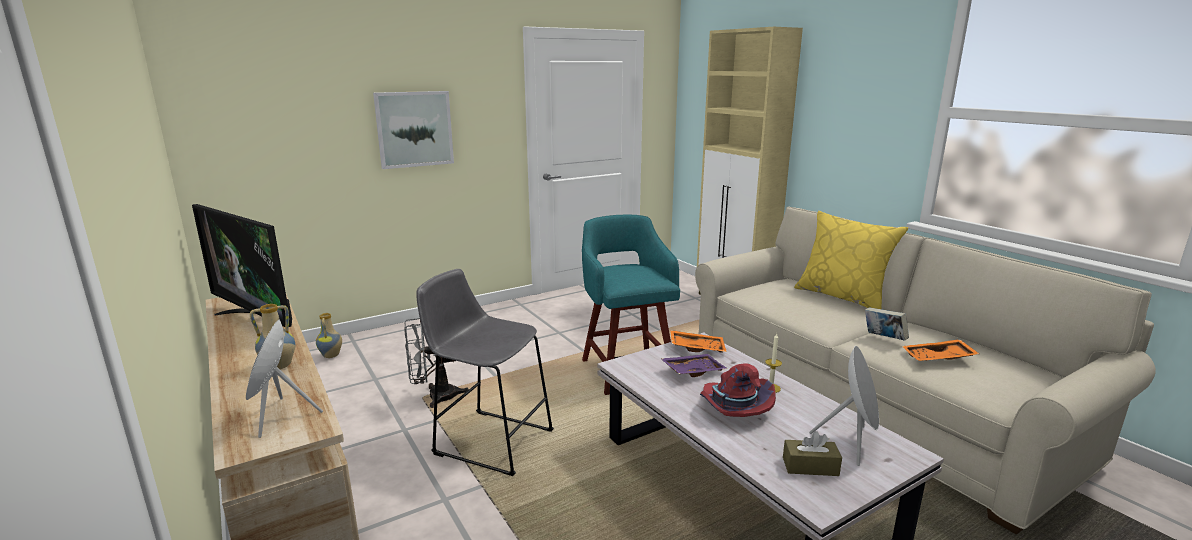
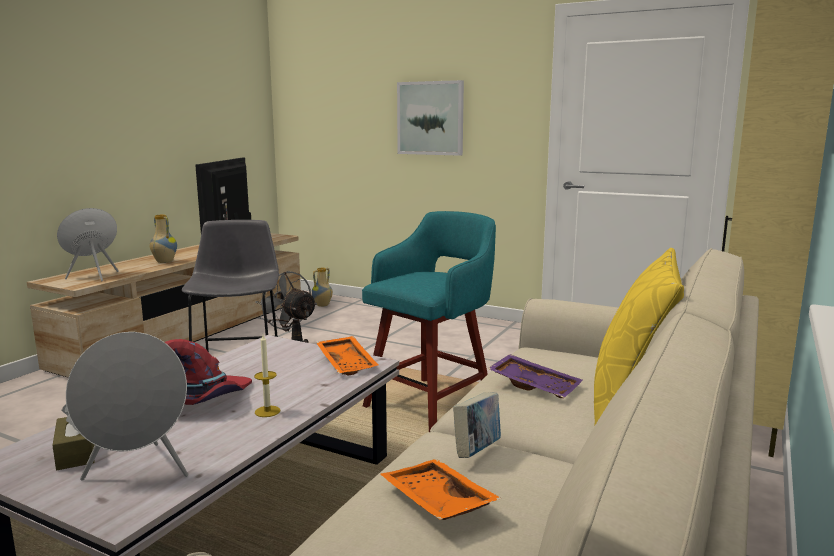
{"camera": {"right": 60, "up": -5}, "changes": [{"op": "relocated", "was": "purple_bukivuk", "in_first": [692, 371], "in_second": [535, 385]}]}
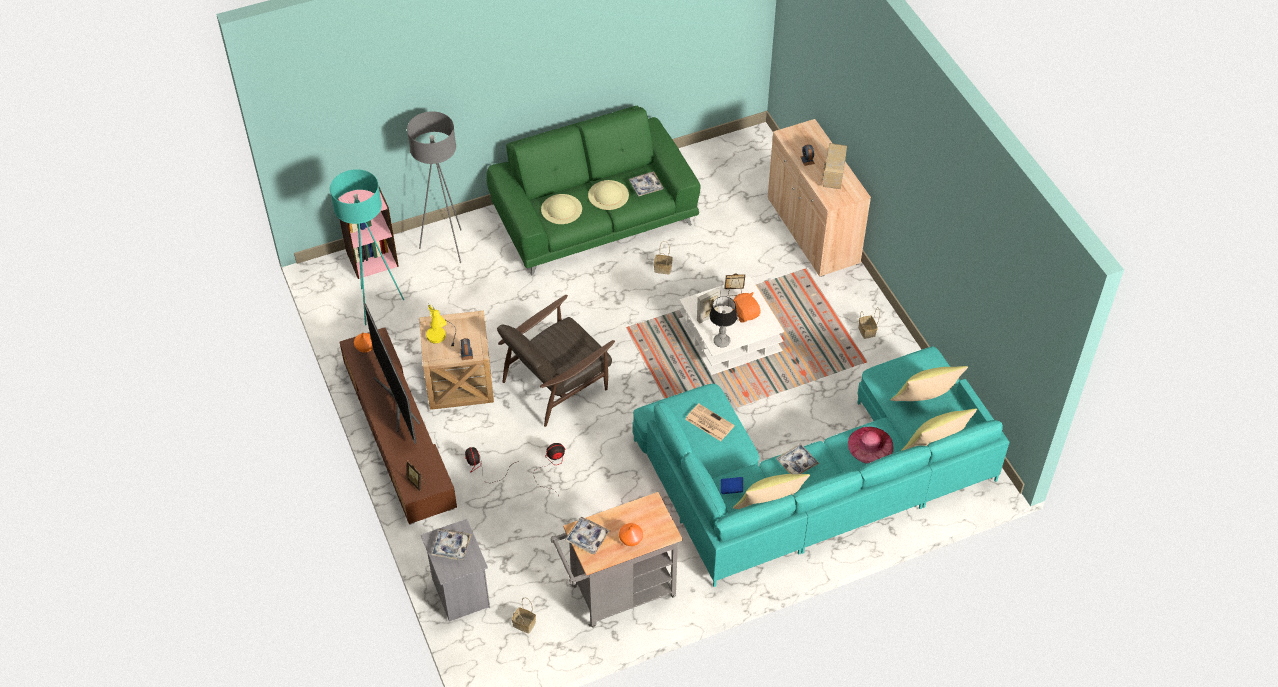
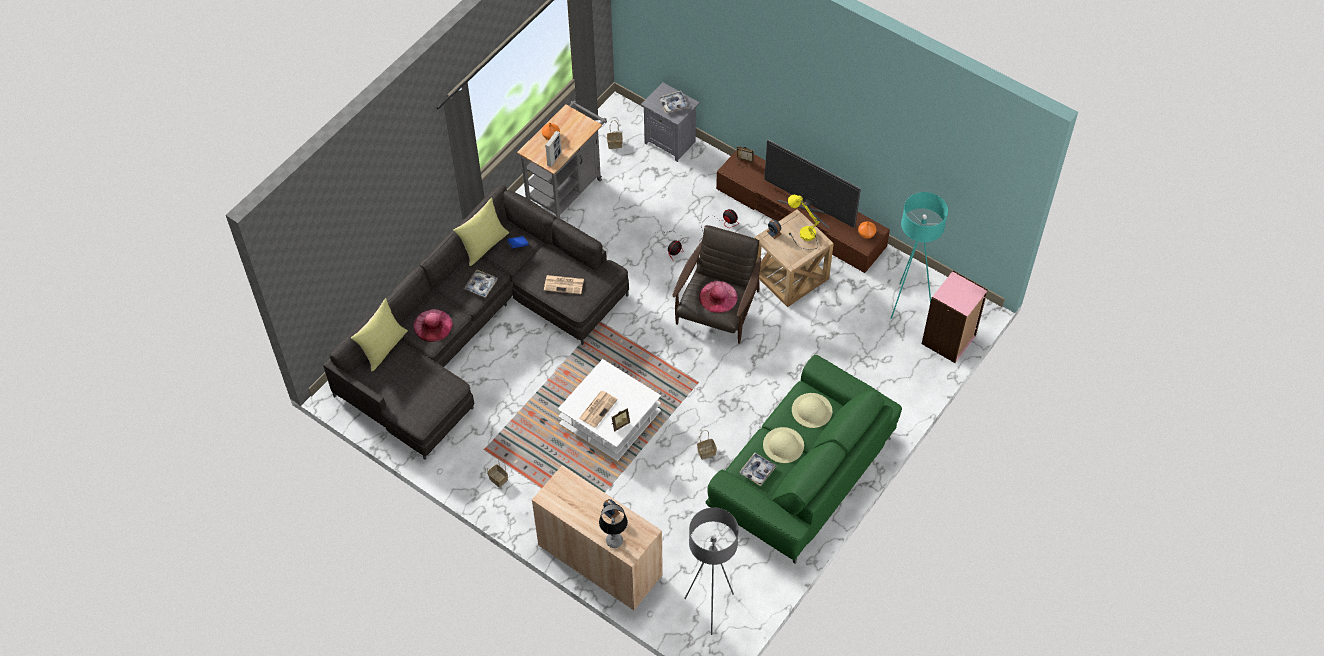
{"camera": {"right": 150, "up": 5}, "changes": [{"op": "colour", "was": "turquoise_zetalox", "now": "grey_zetalox", "in_first": [814, 479], "in_second": [475, 330]}, {"op": "relocated", "was": "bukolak", "in_first": [707, 317], "in_second": [554, 159]}, {"op": "exchanged", "was": "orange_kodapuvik", "now": "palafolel", "in_first": [745, 314], "in_second": [598, 408]}, {"op": "relocated", "was": "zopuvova", "in_first": [721, 342], "in_second": [614, 540]}, {"op": "relocated", "was": "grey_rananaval", "in_first": [446, 247], "in_second": [710, 608]}, {"op": "appeared", "now": "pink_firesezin", "in_second": [718, 297]}, {"op": "missing", "was": "bukivuk", "in_first": [587, 538]}, {"op": "missing", "was": "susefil", "in_first": [833, 176]}, {"op": "missing", "was": "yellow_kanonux", "in_first": [924, 400]}]}
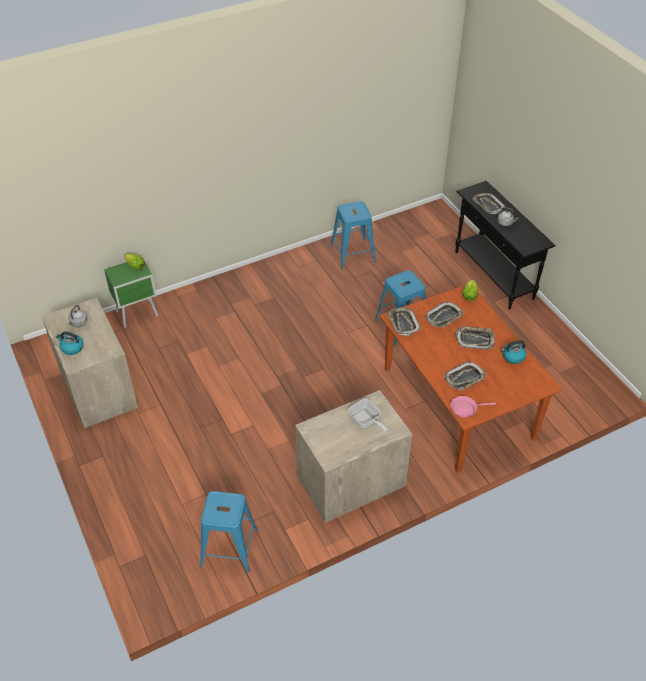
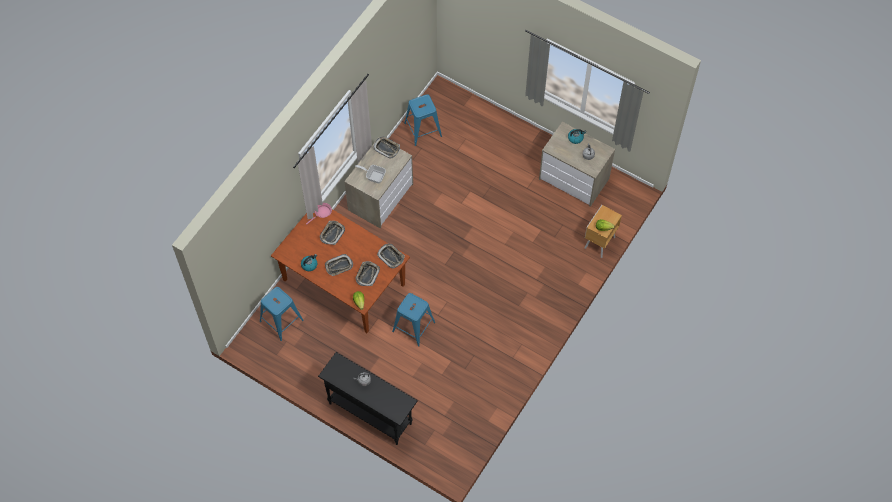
{"camera": {"right": 150, "up": 15}, "changes": [{"op": "relocated", "was": "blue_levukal", "in_first": [352, 254], "in_second": [281, 321]}, {"op": "relocated", "was": "bukivuk", "in_first": [488, 205], "in_second": [387, 148]}, {"op": "colour", "was": "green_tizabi", "now": "brown_tizabi", "in_first": [138, 314], "in_second": [599, 243]}]}
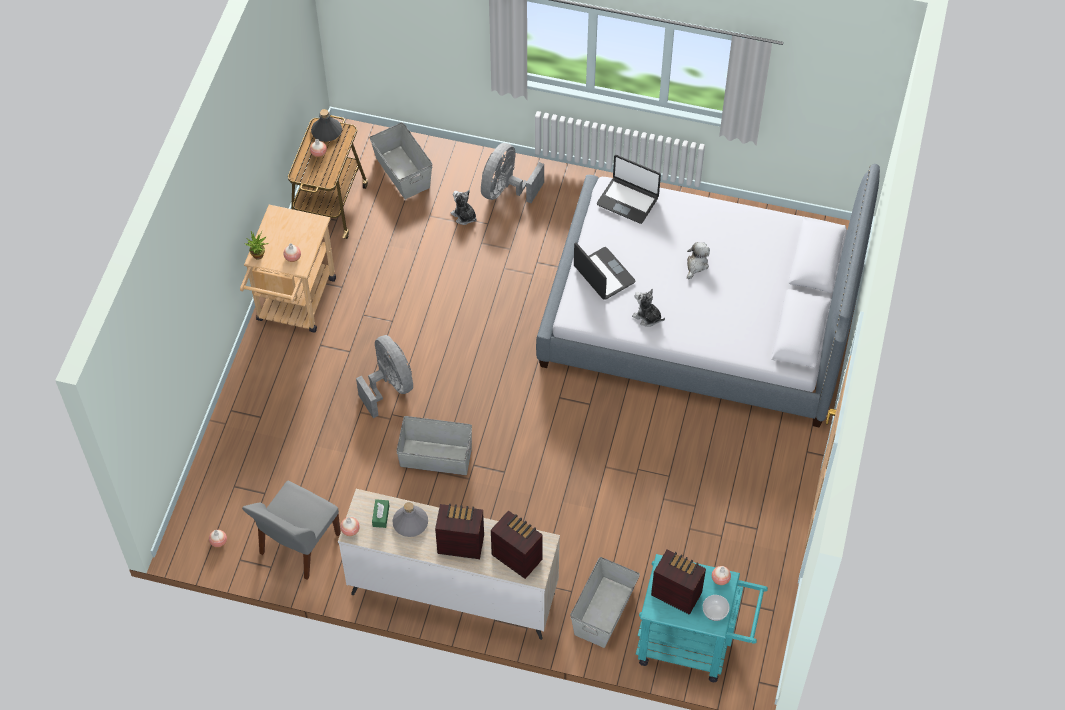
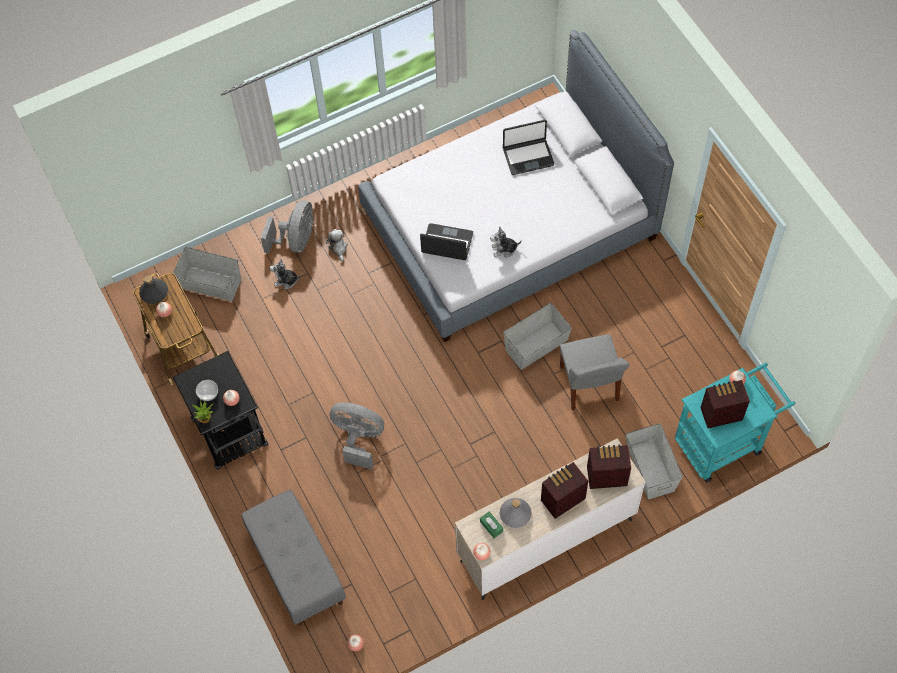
{"camera": {"right": -40, "up": 5}, "changes": [{"op": "colour", "was": "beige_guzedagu", "now": "black_guzedagu", "in_first": [294, 305], "in_second": [233, 437]}, {"op": "relocated", "was": "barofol", "in_first": [714, 612], "in_second": [208, 394]}, {"op": "appeared", "now": "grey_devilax", "in_second": [296, 567]}, {"op": "spun", "was": "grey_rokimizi", "in_first": [506, 190], "in_second": [296, 240], "clockwise": -150}, {"op": "relocated", "was": "kodapuvik", "in_first": [696, 265], "in_second": [338, 248]}, {"op": "relocated", "was": "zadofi", "in_first": [628, 200], "in_second": [528, 156]}, {"op": "relocated", "was": "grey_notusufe", "in_first": [436, 457], "in_second": [537, 345]}, {"op": "relocated", "was": "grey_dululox", "in_first": [298, 545], "in_second": [589, 385]}]}
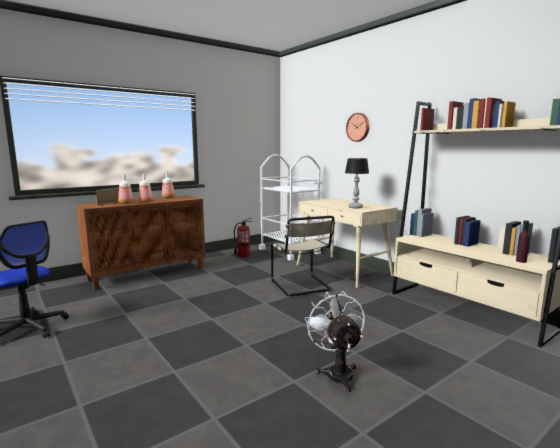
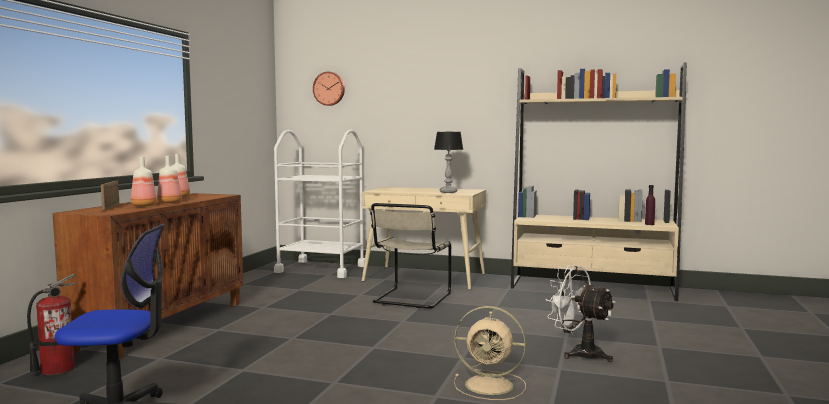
{"camera": {"right": -35, "up": -5}, "changes": [{"op": "relocated", "was": "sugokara", "in_first": [243, 255], "in_second": [57, 369]}, {"op": "relocated", "was": "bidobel", "in_first": [358, 127], "in_second": [329, 88]}, {"op": "spun", "was": "beige_dululox", "in_first": [301, 286], "in_second": [411, 299], "clockwise": 75}, {"op": "appeared", "now": "beige_rokimizi", "in_second": [491, 385]}]}
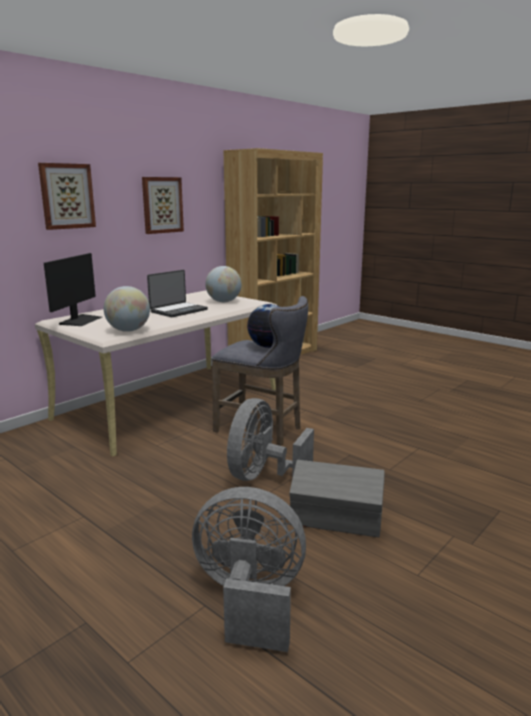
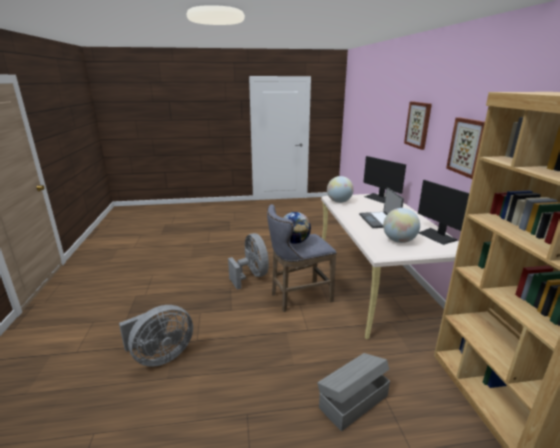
{"camera": {"right": 130, "up": 5}, "changes": [{"op": "relocated", "was": "grey_rokimizi", "in_first": [249, 600], "in_second": [160, 356]}, {"op": "relocated", "was": "grey_notusufe", "in_first": [337, 520], "in_second": [352, 401]}, {"op": "appeared", "now": "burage", "in_second": [437, 236]}]}
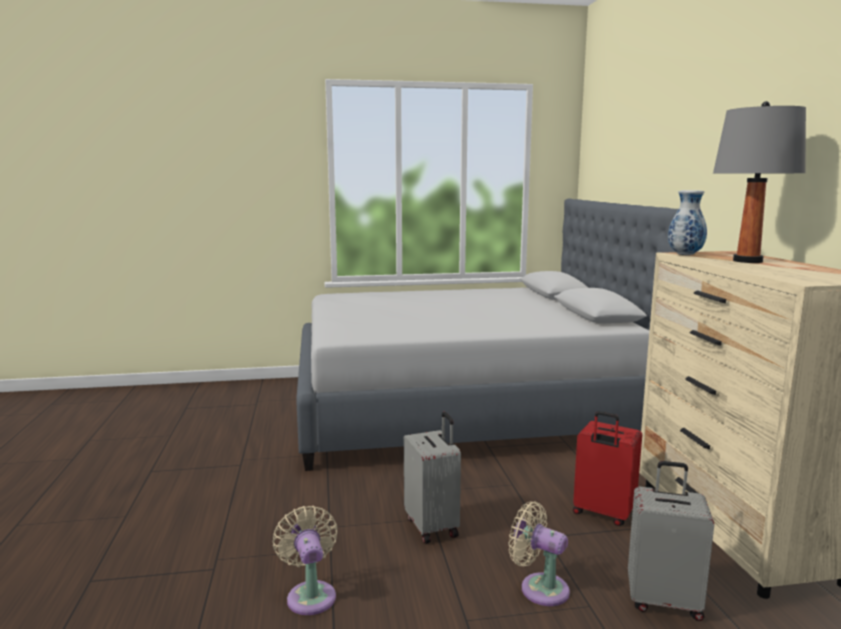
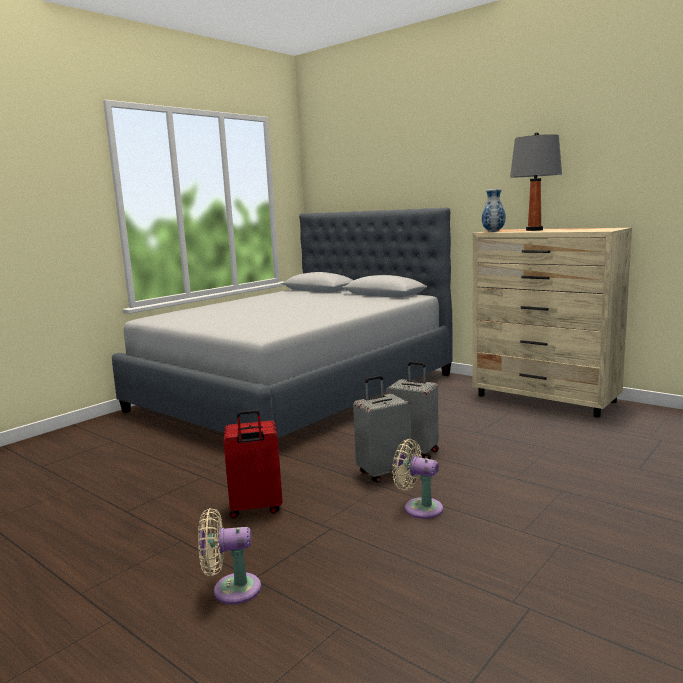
{"camera": {"right": -40, "up": 0}, "changes": [{"op": "relocated", "was": "beige_rokimizi", "in_first": [539, 588], "in_second": [231, 589]}, {"op": "relocated", "was": "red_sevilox", "in_first": [602, 514], "in_second": [256, 509]}, {"op": "relocated", "was": "grey_sevilox", "in_first": [664, 600], "in_second": [384, 473]}]}
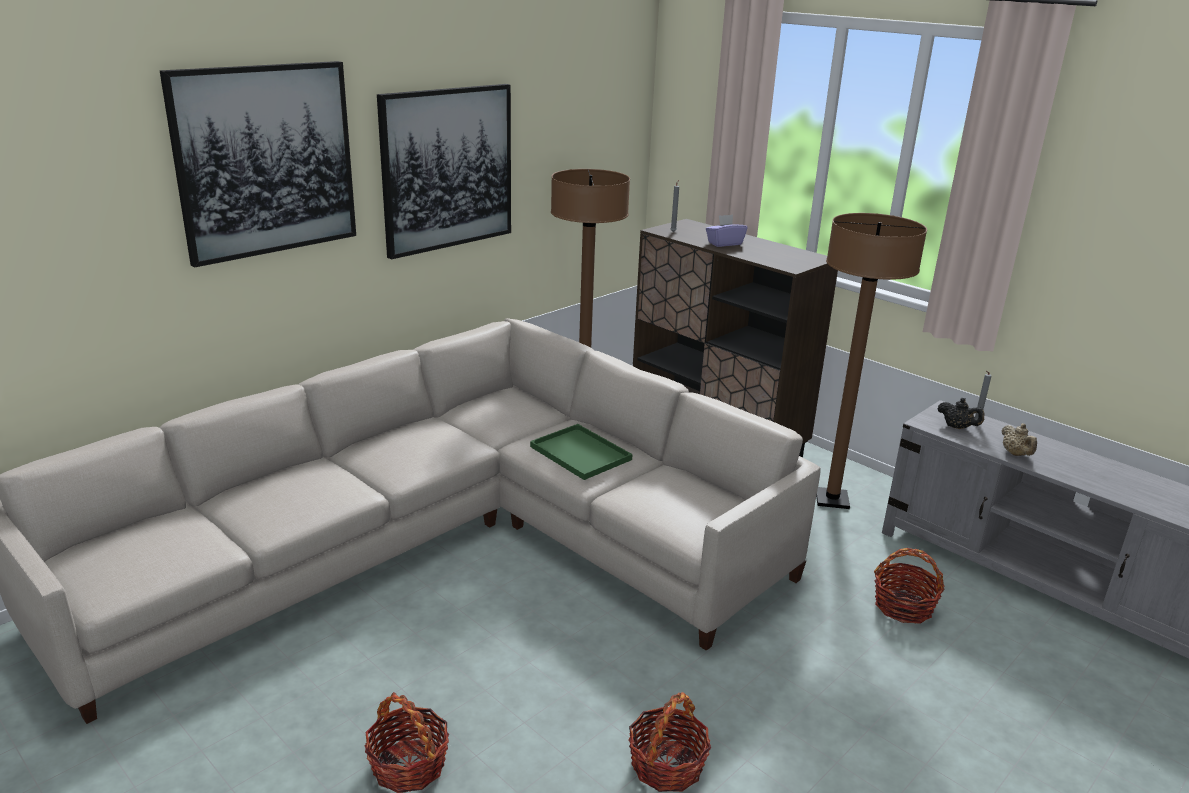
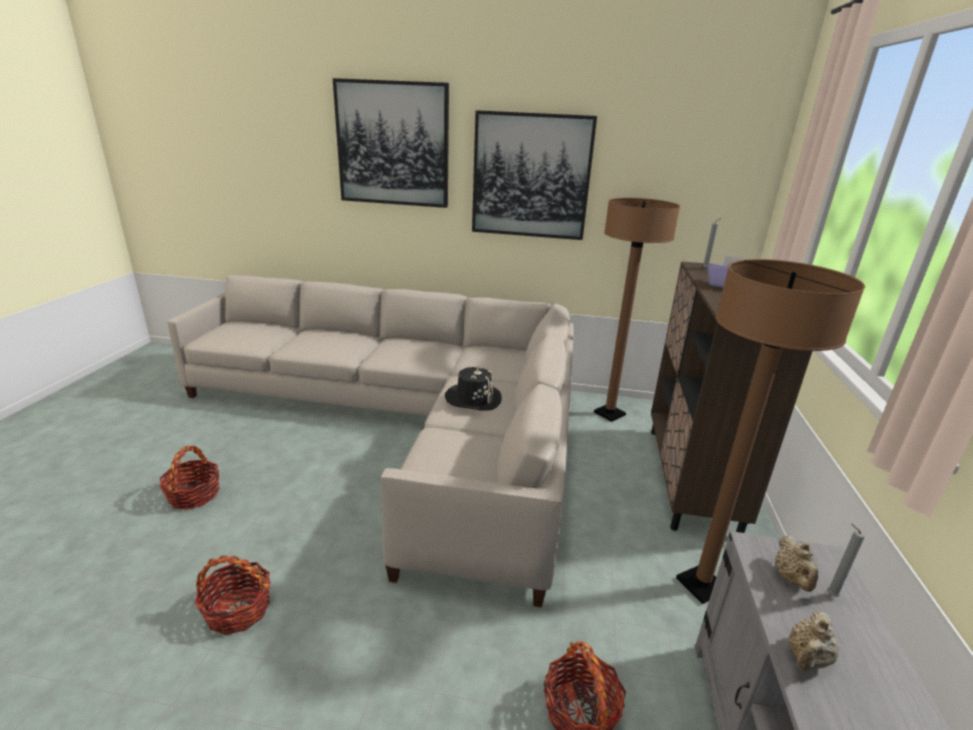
{"camera": {"right": 55, "up": 0}, "changes": [{"op": "exchanged", "was": "green_bukivuk", "now": "black_firesezin", "in_first": [578, 452], "in_second": [473, 398]}, {"op": "colour", "was": "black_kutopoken", "now": "beige_kutopoken", "in_first": [957, 427], "in_second": [792, 579]}]}
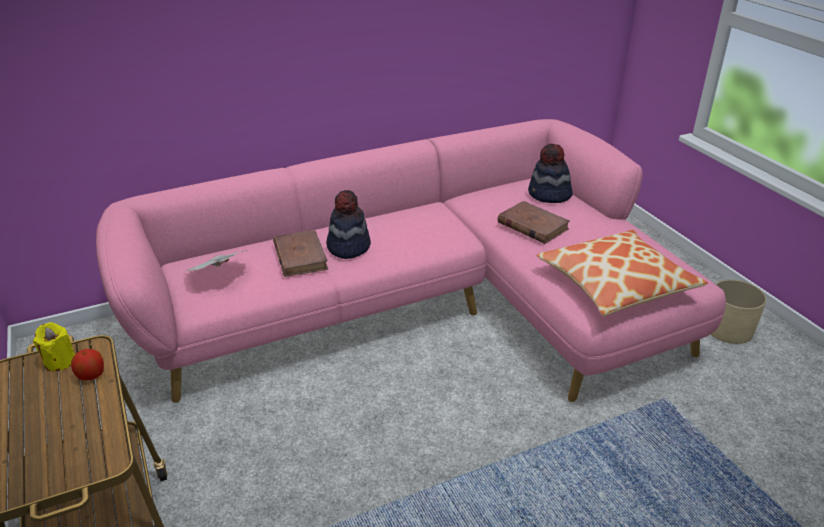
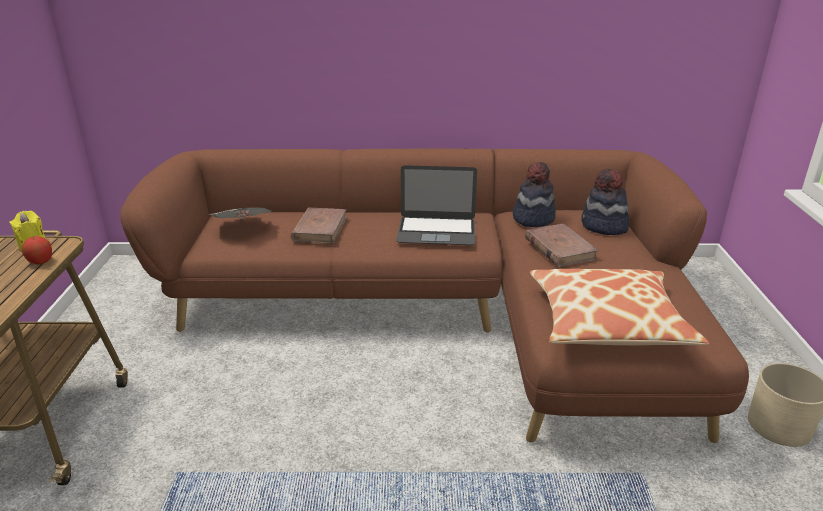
{"camera": {"right": 25, "up": -5}, "changes": [{"op": "colour", "was": "pink_zetalox", "now": "brown_zetalox", "in_first": [428, 306], "in_second": [448, 313]}, {"op": "appeared", "now": "zadofi", "in_second": [436, 231]}, {"op": "relocated", "was": "firesezin", "in_first": [348, 246], "in_second": [533, 218]}]}
